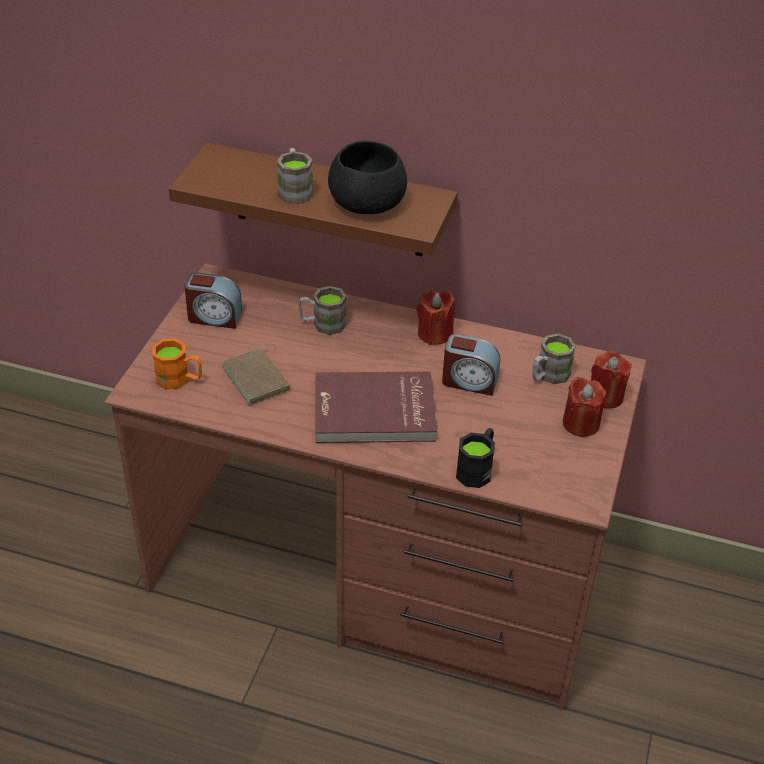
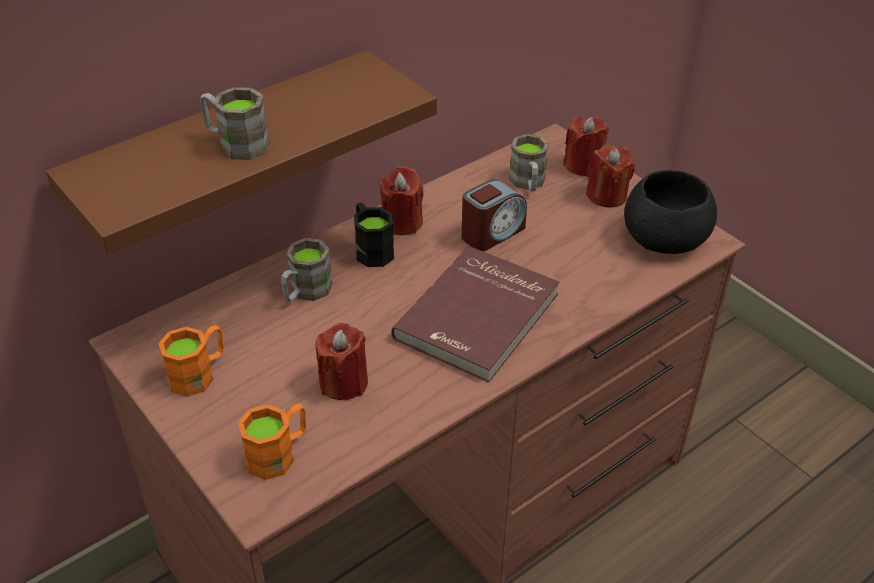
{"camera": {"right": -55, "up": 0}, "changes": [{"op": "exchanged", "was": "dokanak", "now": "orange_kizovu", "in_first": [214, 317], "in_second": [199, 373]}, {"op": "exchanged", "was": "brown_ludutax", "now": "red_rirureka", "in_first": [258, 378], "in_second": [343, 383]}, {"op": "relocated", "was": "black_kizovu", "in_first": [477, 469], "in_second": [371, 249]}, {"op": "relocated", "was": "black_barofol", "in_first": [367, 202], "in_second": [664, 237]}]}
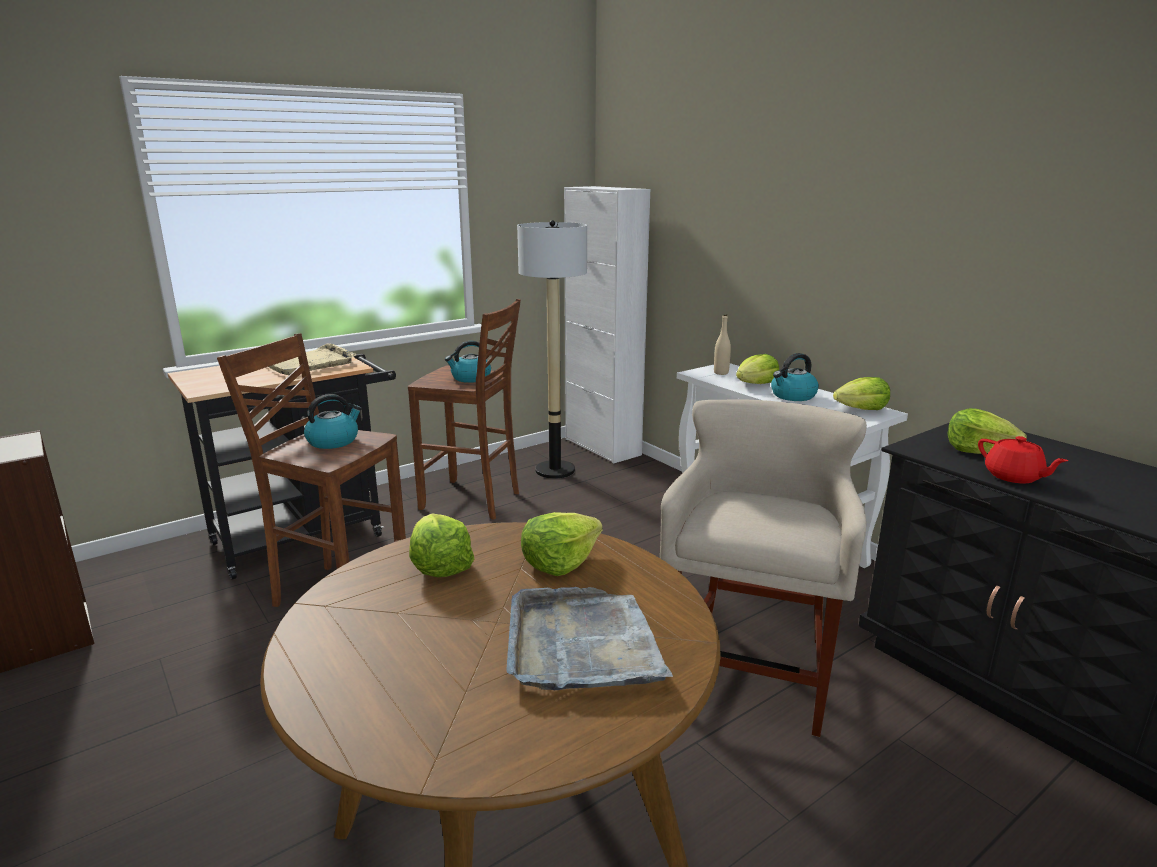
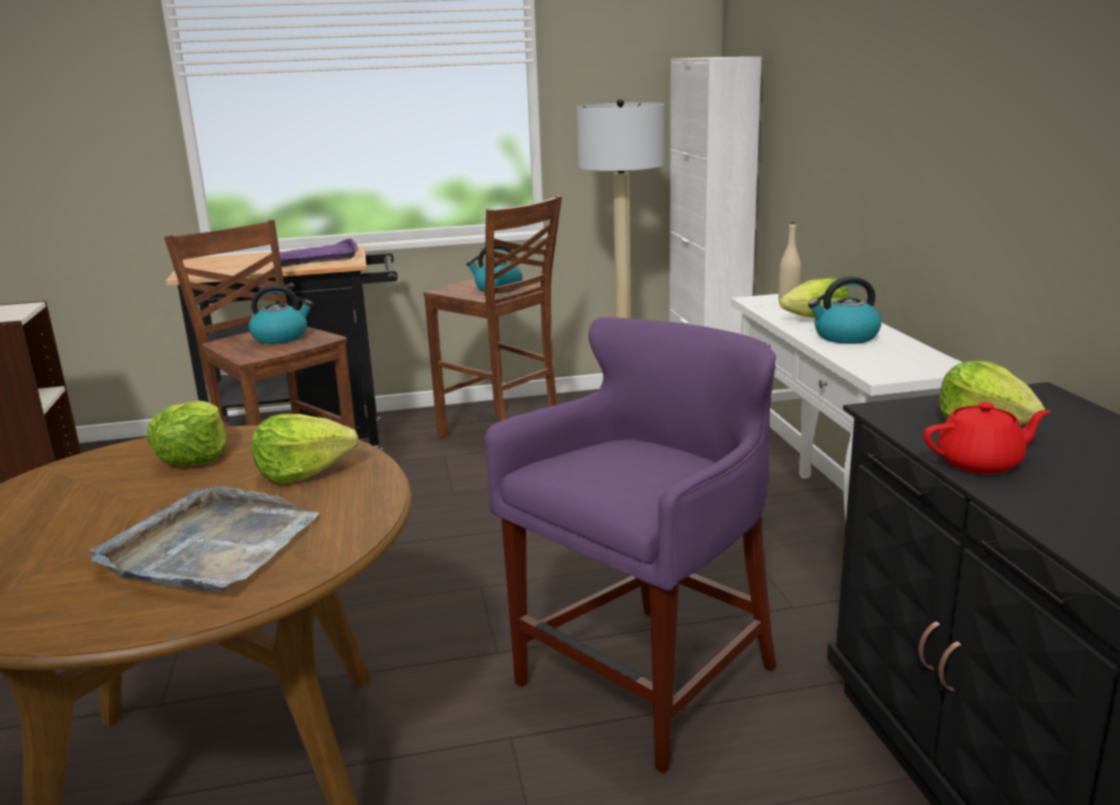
{"camera": {"right": 25, "up": 0}, "changes": [{"op": "colour", "was": "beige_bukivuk", "now": "purple_bukivuk", "in_first": [310, 363], "in_second": [315, 257]}, {"op": "colour", "was": "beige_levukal", "now": "purple_levukal", "in_first": [750, 672], "in_second": [647, 681]}, {"op": "spun", "was": "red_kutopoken", "in_first": [1014, 477], "in_second": [980, 463], "clockwise": -90}, {"op": "missing", "was": "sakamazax", "in_first": [861, 409]}]}
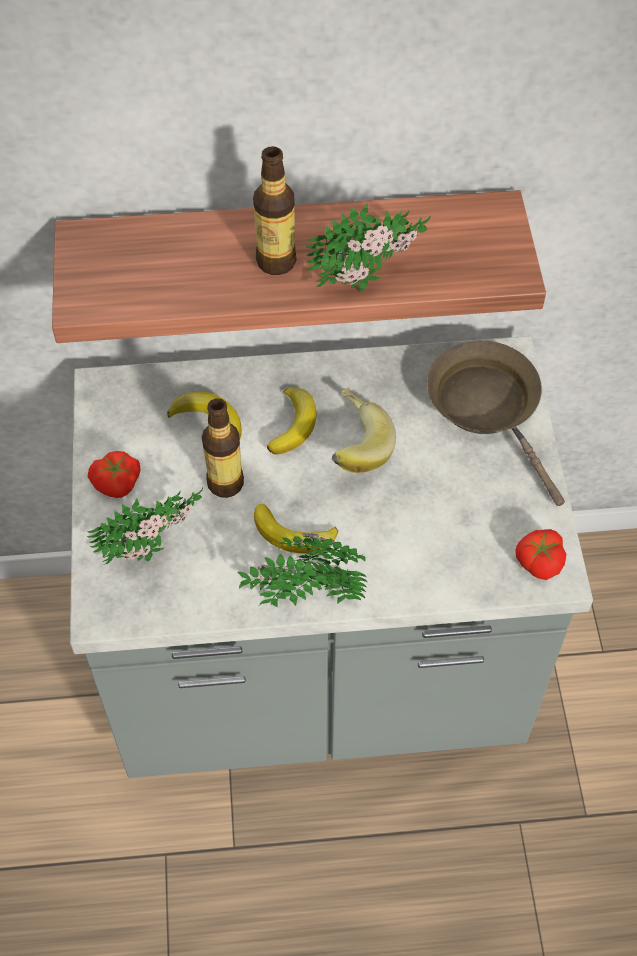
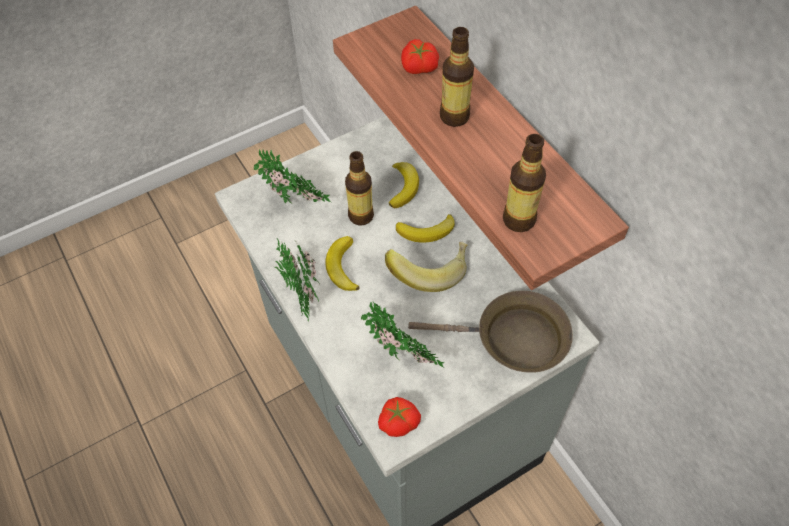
{"camera": {"right": 65, "up": 0}, "changes": [{"op": "relocated", "was": "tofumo", "in_first": [370, 281], "in_second": [401, 356]}, {"op": "relocated", "was": "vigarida", "in_first": [117, 484], "in_second": [418, 68]}, {"op": "spun", "was": "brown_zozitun", "in_first": [488, 408], "in_second": [513, 339], "clockwise": 60}, {"op": "appeared", "now": "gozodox", "in_second": [519, 219]}]}
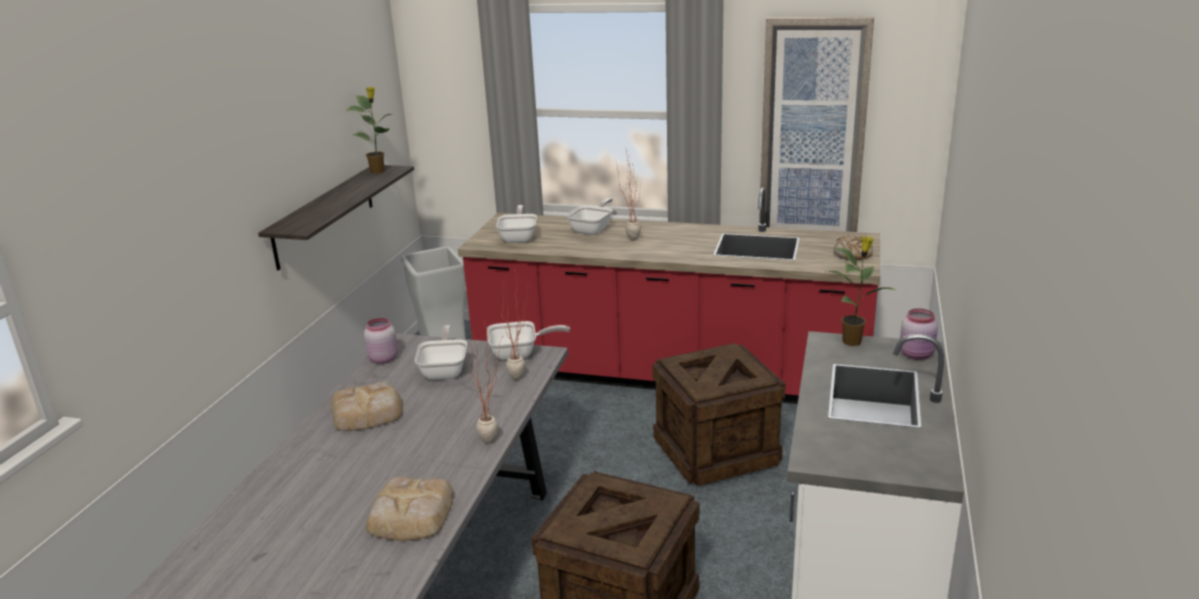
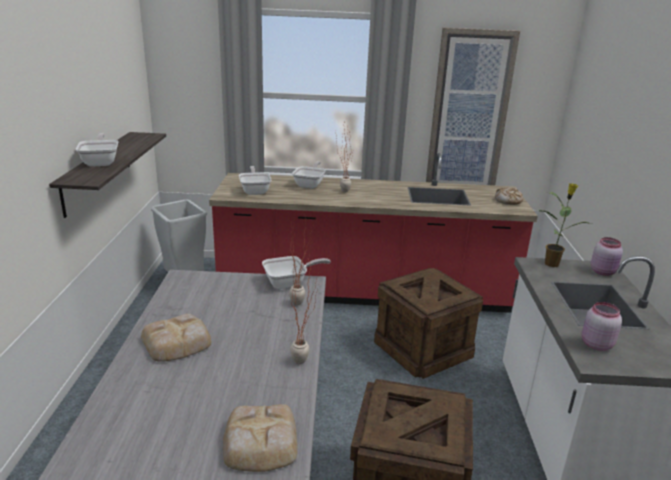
{"camera": {"right": -15, "up": 0}, "changes": [{"op": "relocated", "was": "zozitun", "in_first": [445, 370], "in_second": [101, 162]}, {"op": "relocated", "was": "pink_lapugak", "in_first": [383, 359], "in_second": [595, 344]}, {"op": "missing", "was": "tofumo", "in_first": [378, 171]}]}
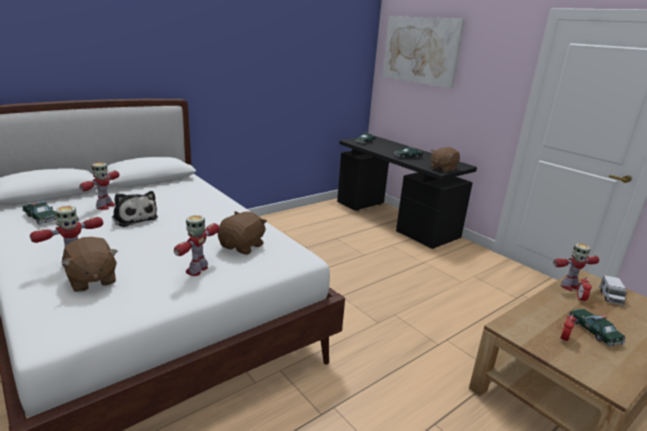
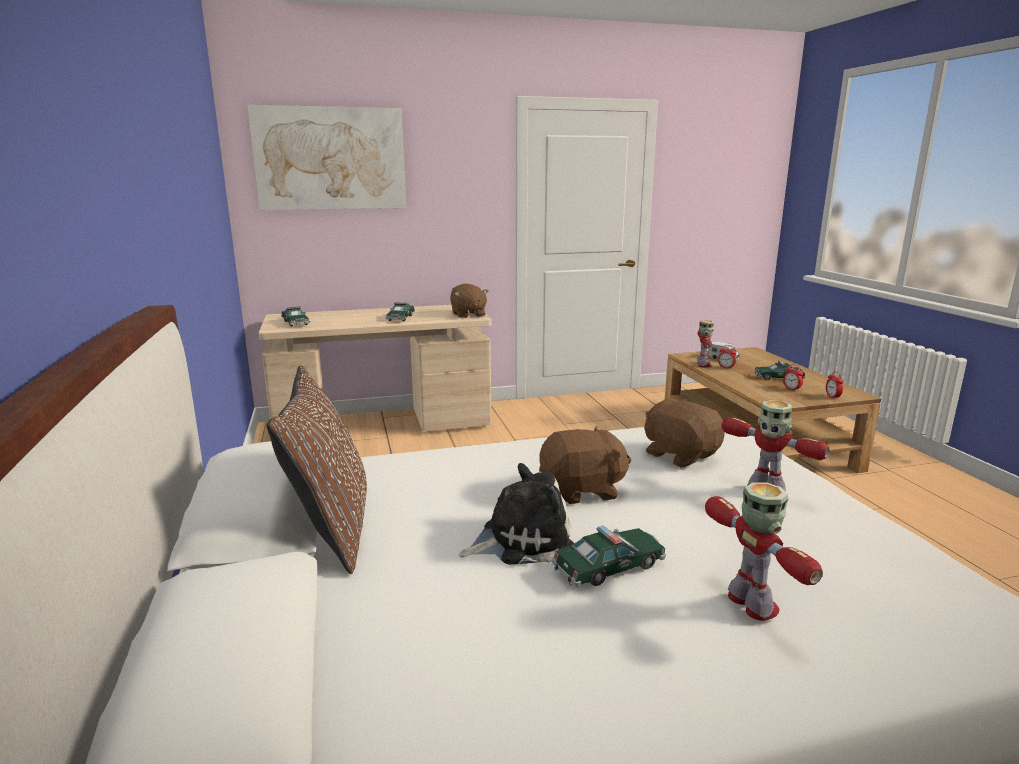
{"camera": {"right": -65, "up": -5}, "changes": [{"op": "colour", "was": "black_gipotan", "now": "beige_gipotan", "in_first": [394, 220], "in_second": [384, 426]}, {"op": "appeared", "now": "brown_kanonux", "in_second": [331, 529]}, {"op": "relocated", "was": "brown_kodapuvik", "in_first": [92, 280], "in_second": [582, 490]}, {"op": "relocated", "was": "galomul", "in_first": [42, 217], "in_second": [609, 567]}, {"op": "appeared", "now": "dokanak", "in_second": [832, 397]}, {"op": "missing", "was": "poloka", "in_first": [105, 206]}]}
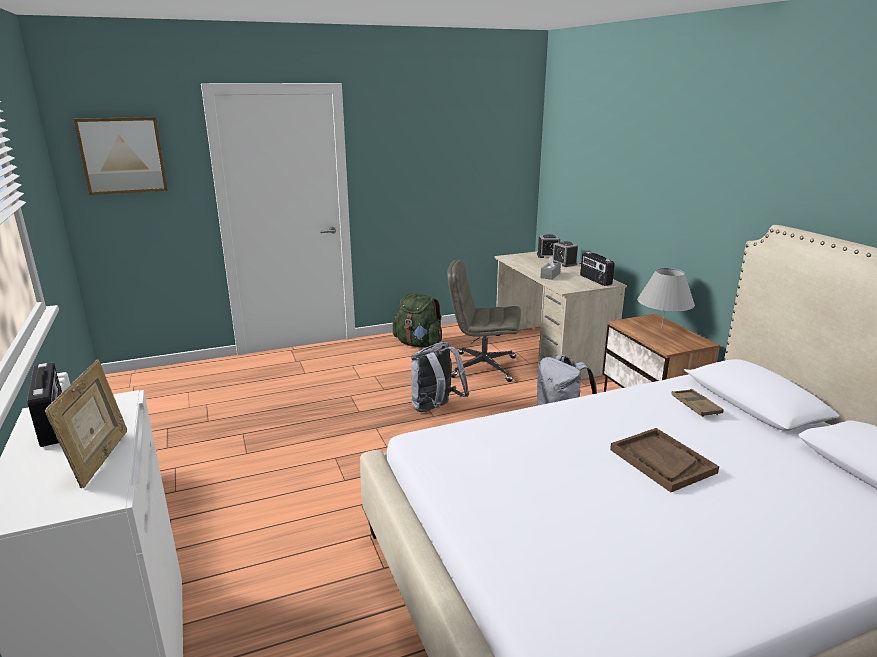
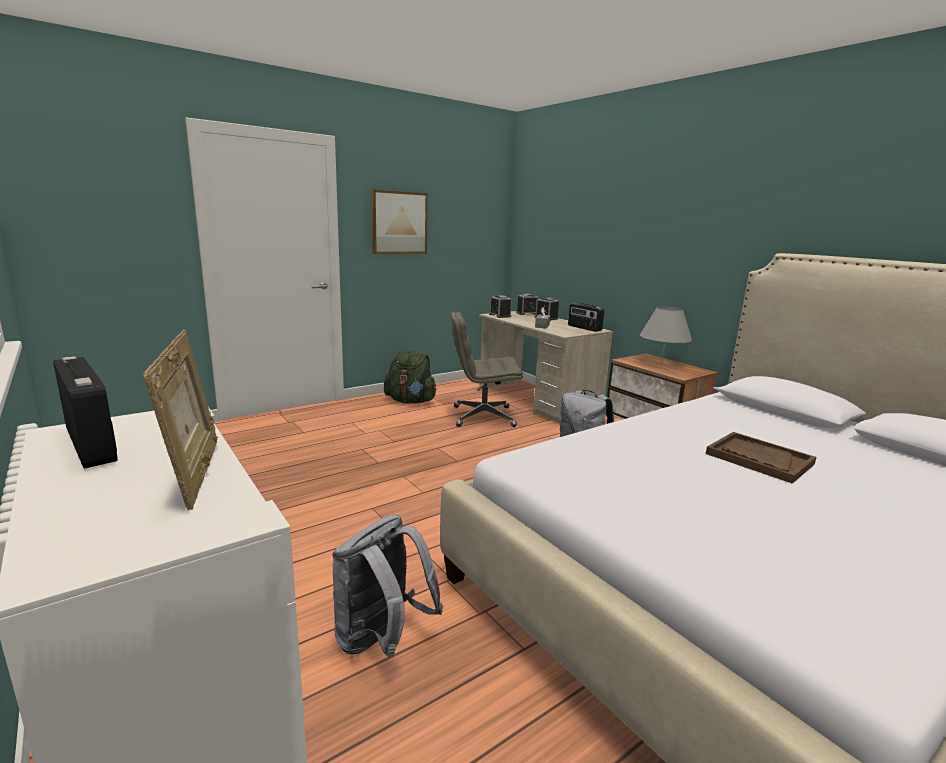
{"camera": {"right": -15, "up": -5}, "changes": [{"op": "relocated", "was": "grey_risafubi", "in_first": [436, 409], "in_second": [381, 640]}, {"op": "relocated", "was": "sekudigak", "in_first": [122, 155], "in_second": [399, 223]}, {"op": "appeared", "now": "dokanak", "in_second": [500, 315]}, {"op": "missing", "was": "brown_bukivuk", "in_first": [695, 406]}]}
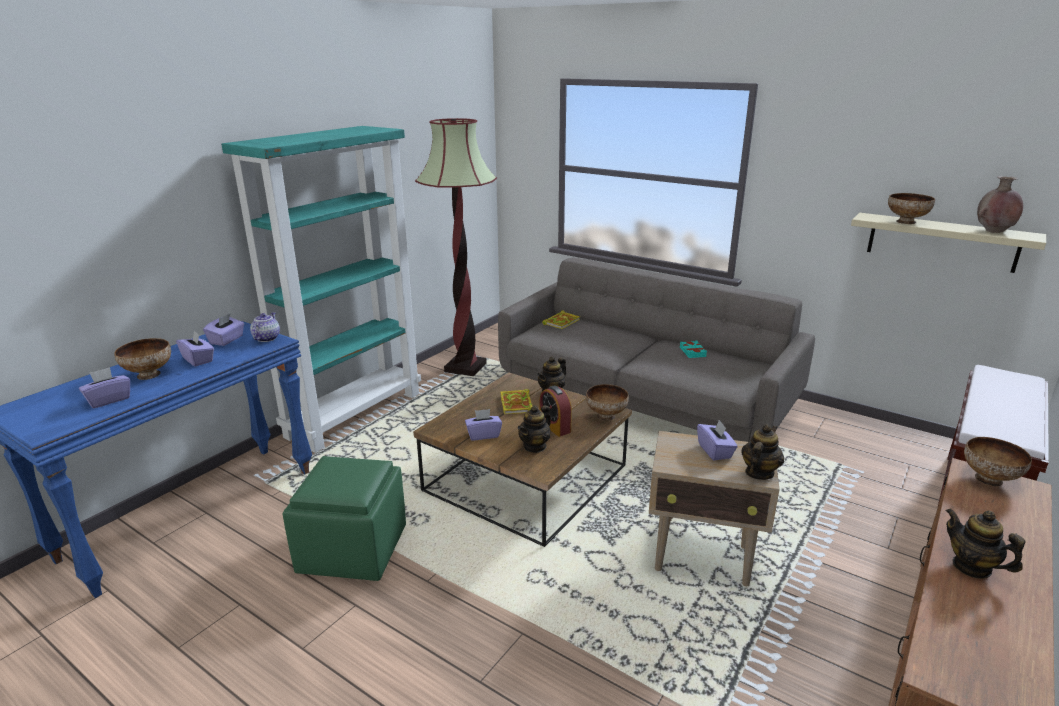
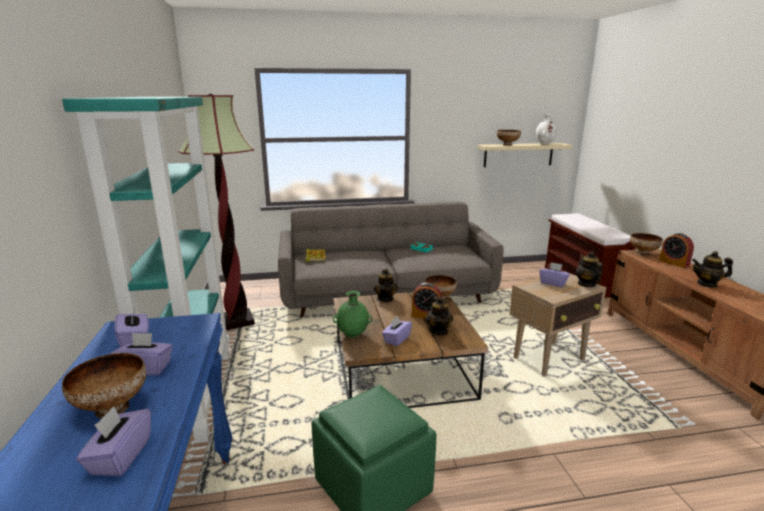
{"camera": {"right": -45, "up": -5}, "changes": [{"op": "appeared", "now": "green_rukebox", "in_second": [353, 335]}, {"op": "colour", "was": "brown_rukebox", "now": "white_rukebox", "in_first": [993, 231], "in_second": [545, 144]}, {"op": "appeared", "now": "dokanak", "in_second": [674, 263]}, {"op": "missing", "was": "kutopoken", "in_first": [266, 338]}, {"op": "missing", "was": "ludutax", "in_first": [517, 405]}]}
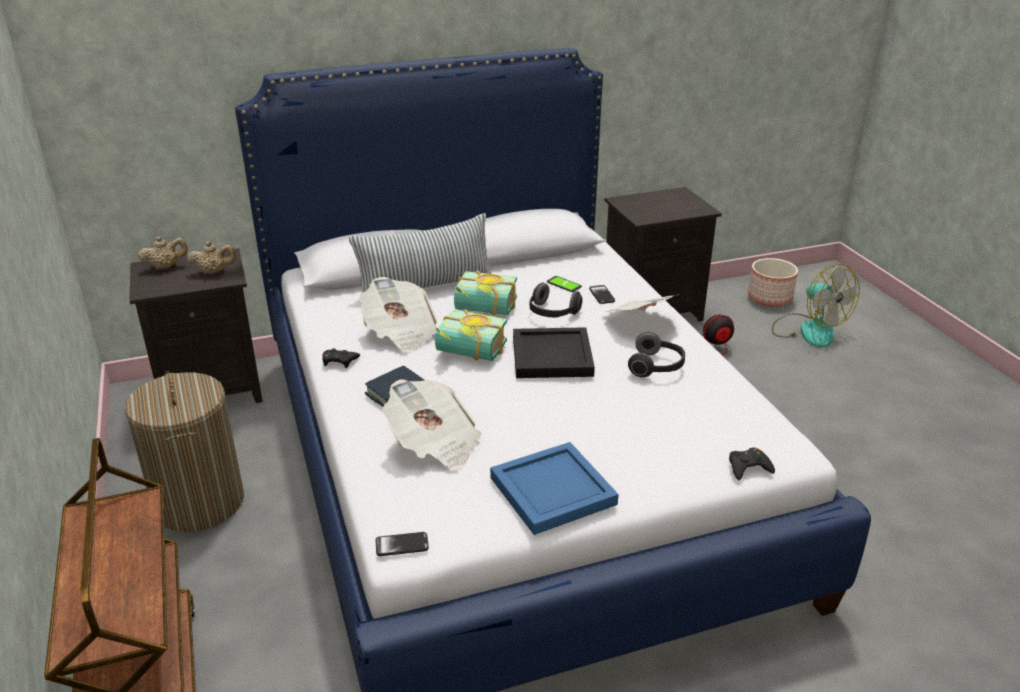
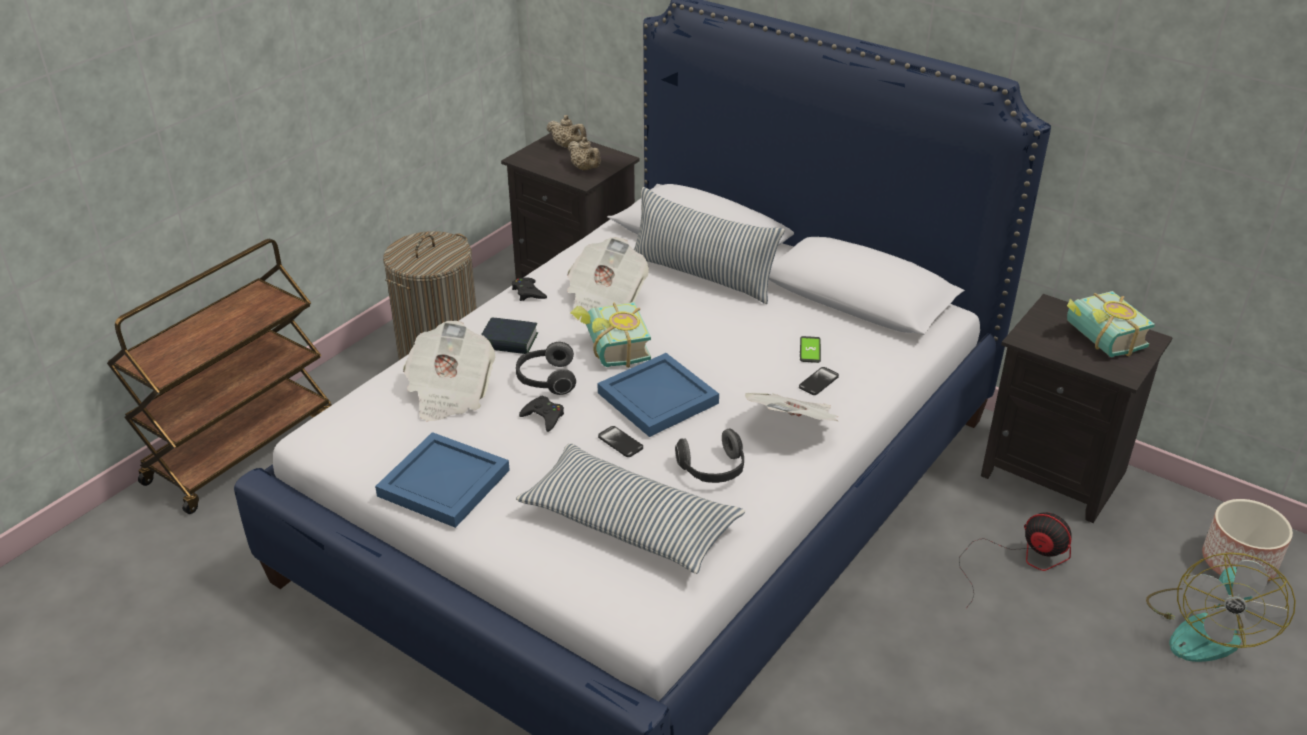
{"camera": {"right": 55, "up": 5}, "changes": [{"op": "relocated", "was": "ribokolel", "in_first": [552, 313], "in_second": [546, 380]}, {"op": "appeared", "now": "kanonux", "in_second": [630, 523]}, {"op": "relocated", "was": "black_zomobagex", "in_first": [748, 467], "in_second": [544, 417]}, {"op": "colour", "was": "black_bukivuk", "now": "blue_bukivuk", "in_first": [553, 357], "in_second": [657, 399]}, {"op": "relocated", "was": "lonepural", "in_first": [402, 545], "in_second": [620, 442]}, {"op": "relocated", "was": "ludutax", "in_first": [484, 310], "in_second": [1098, 340]}]}
